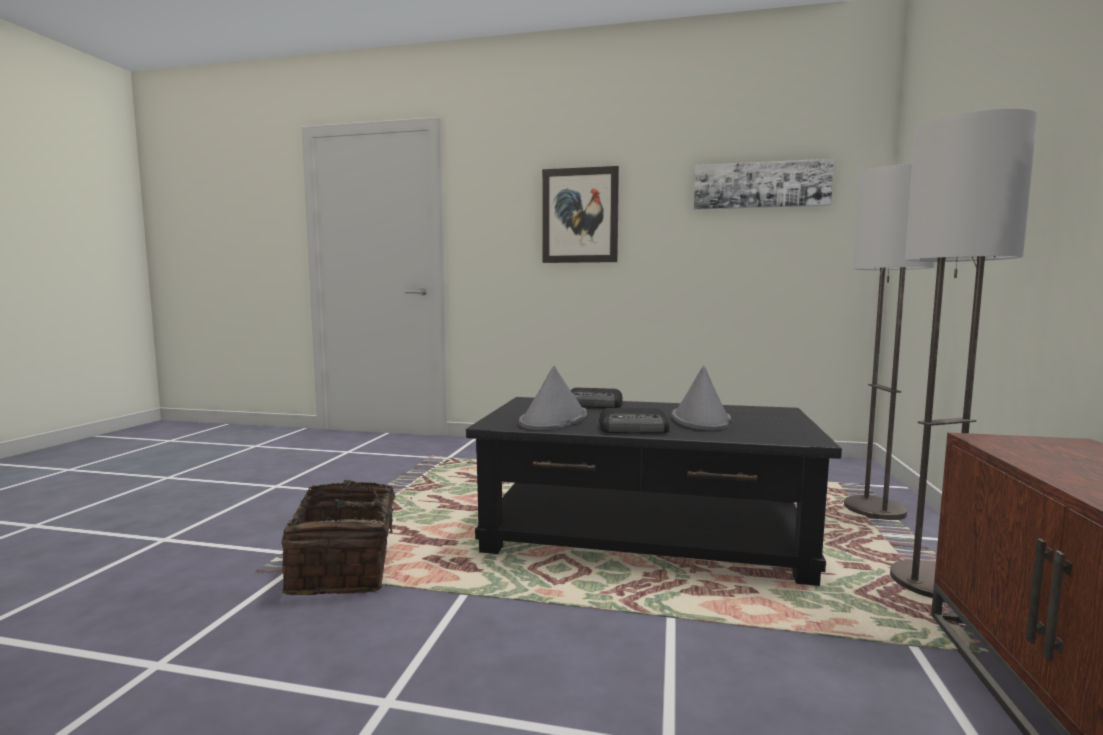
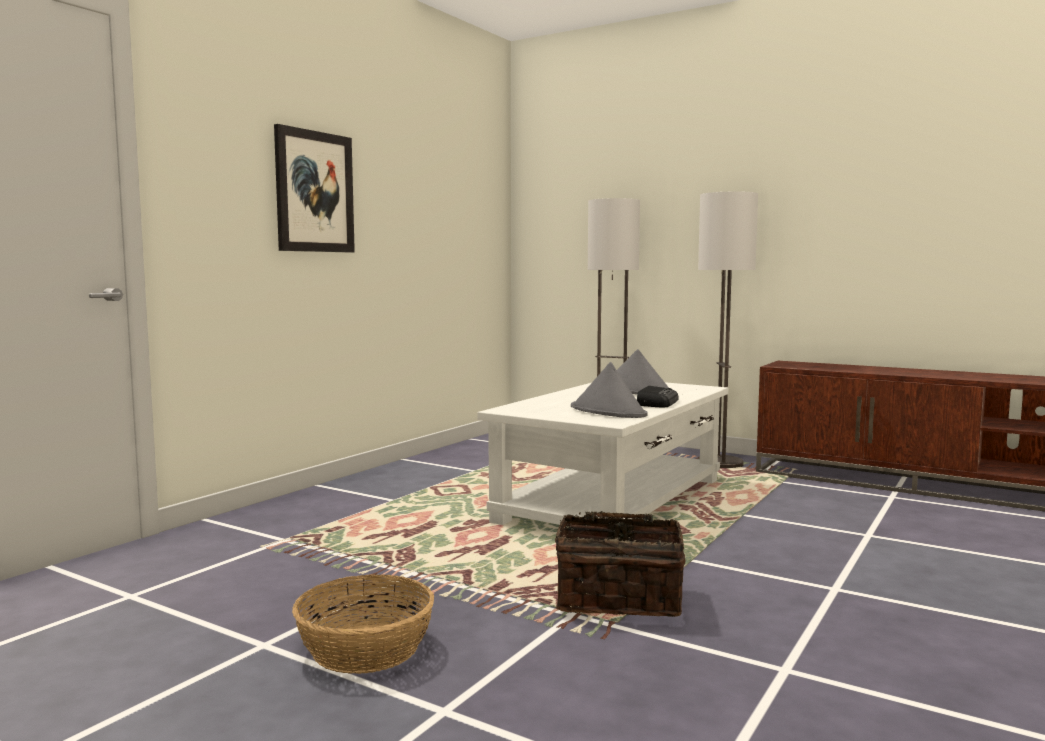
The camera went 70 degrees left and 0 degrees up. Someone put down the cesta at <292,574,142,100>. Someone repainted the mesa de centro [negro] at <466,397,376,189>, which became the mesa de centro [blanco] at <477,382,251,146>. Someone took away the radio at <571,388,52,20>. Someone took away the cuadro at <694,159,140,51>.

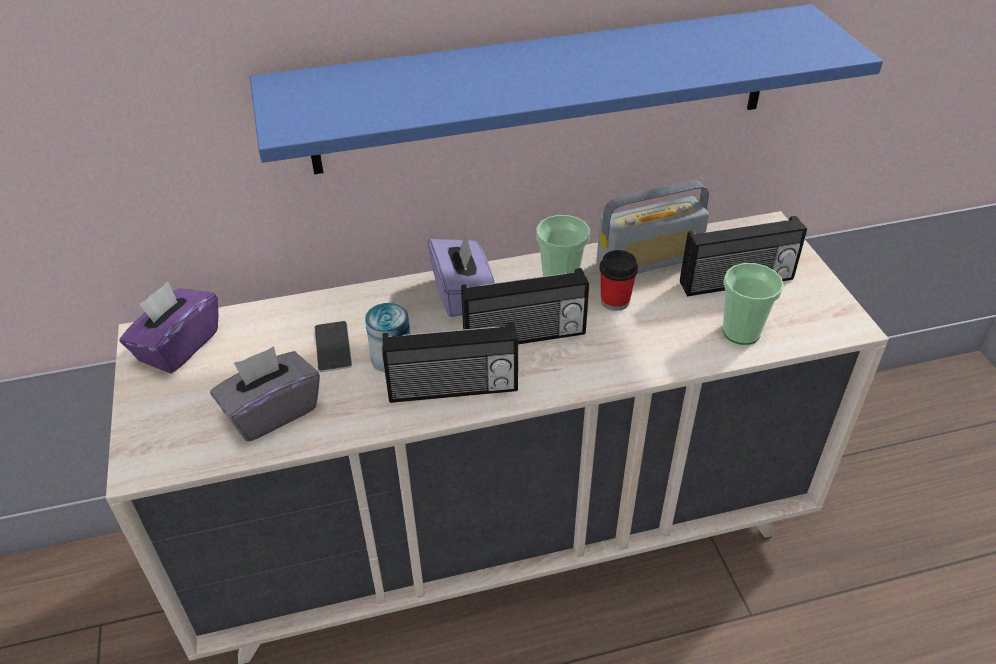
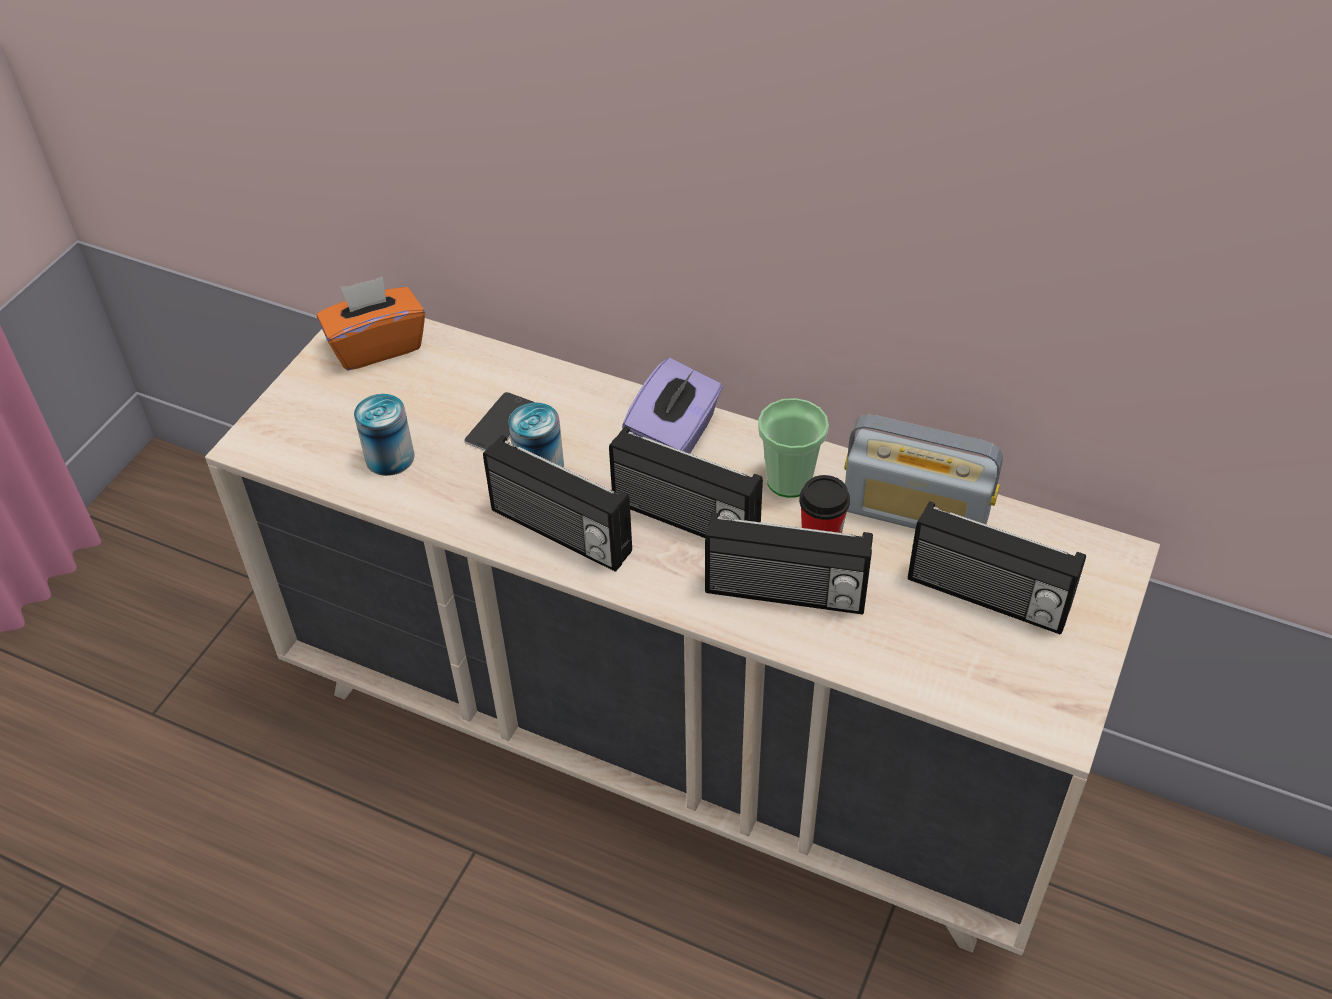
The camera went 40 degrees right and 5 degrees up. Someone repainted the caja de pañuelos [morado] at <119,282,99,92>, which became the caja de pañuelos [naranja] at <317,277,108,93>. Someone swapped the caja de pañuelos [gris] at <210,346,110,96> for the lata at <354,394,60,82>. Someone put down the radio at <705,512,168,103>. Someone took away the estante [azul] at <250,4,633,170>. Someone took away the taza at <723,263,61,82>.

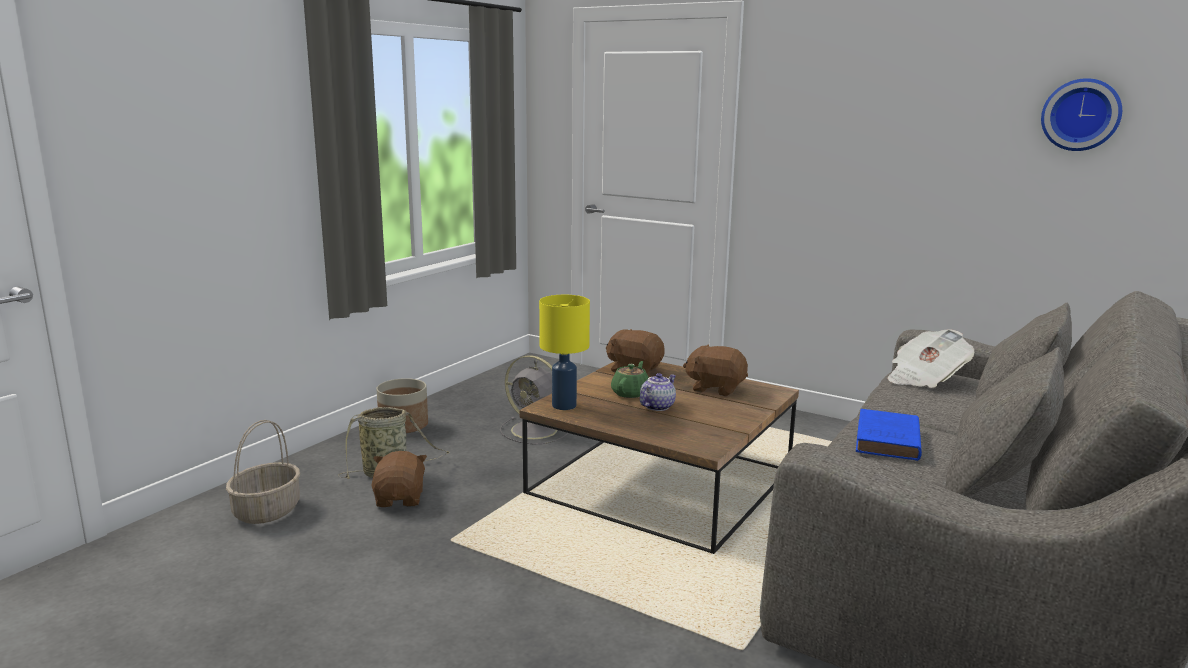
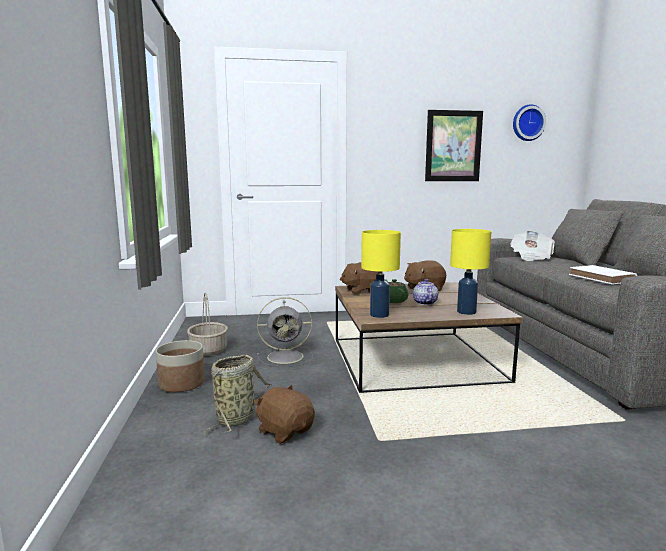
The camera went 40 degrees left and 5 degrees down. Someone carried the cesta from <226,420,74,104> to <187,293,41,63>. Someone put up the cuadro at <425,110,58,71>. Someone put down the lámpara de mesa [amarillo] at <450,229,41,86>. Someone repainted the libro [azul] at <856,409,66,52>, which became the libro [blanco] at <569,265,68,19>.

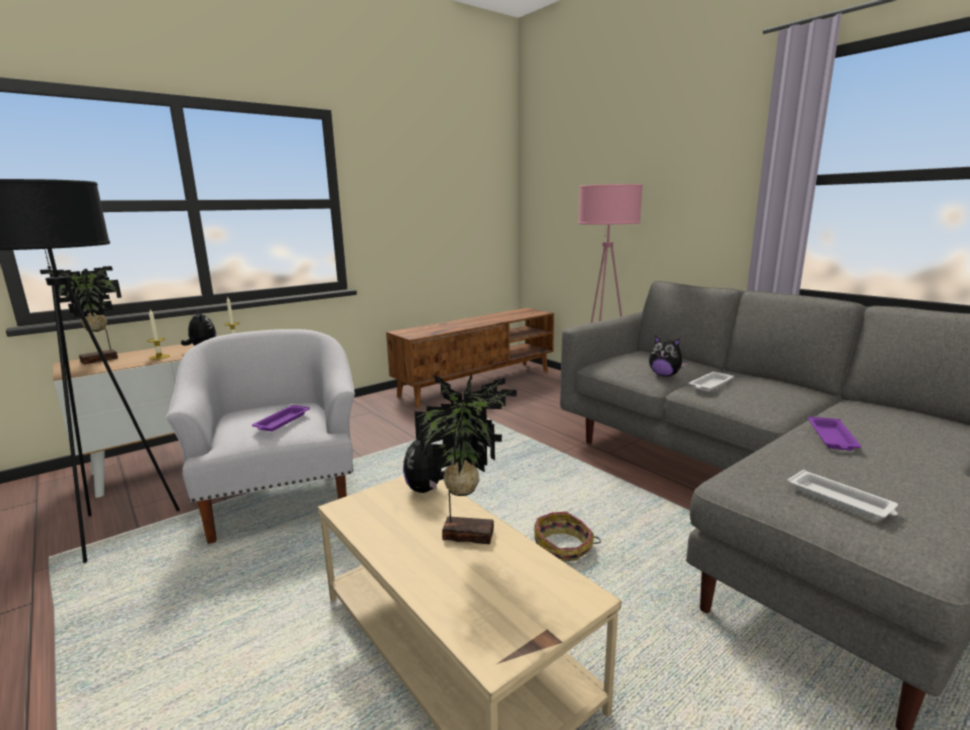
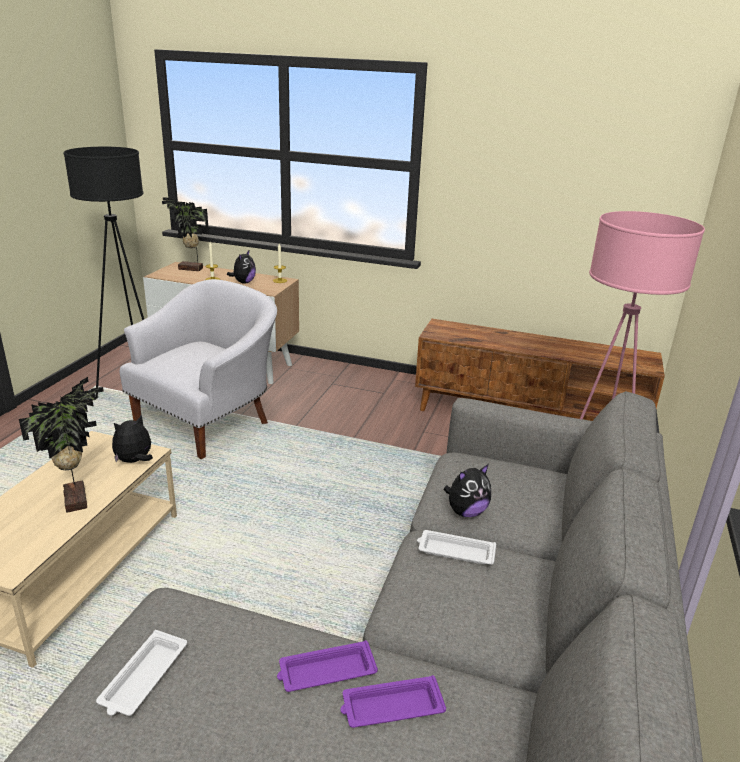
The camera went 55 degrees right and 10 degrees up. Someone carried the bandeja [morado] from <252,405,58,26> to <340,675,106,53>. Someone rotated the peluche at <649,335,38,42> by 120 degrees counterclockwise. Someone took away the cesta at <534,512,67,49>.

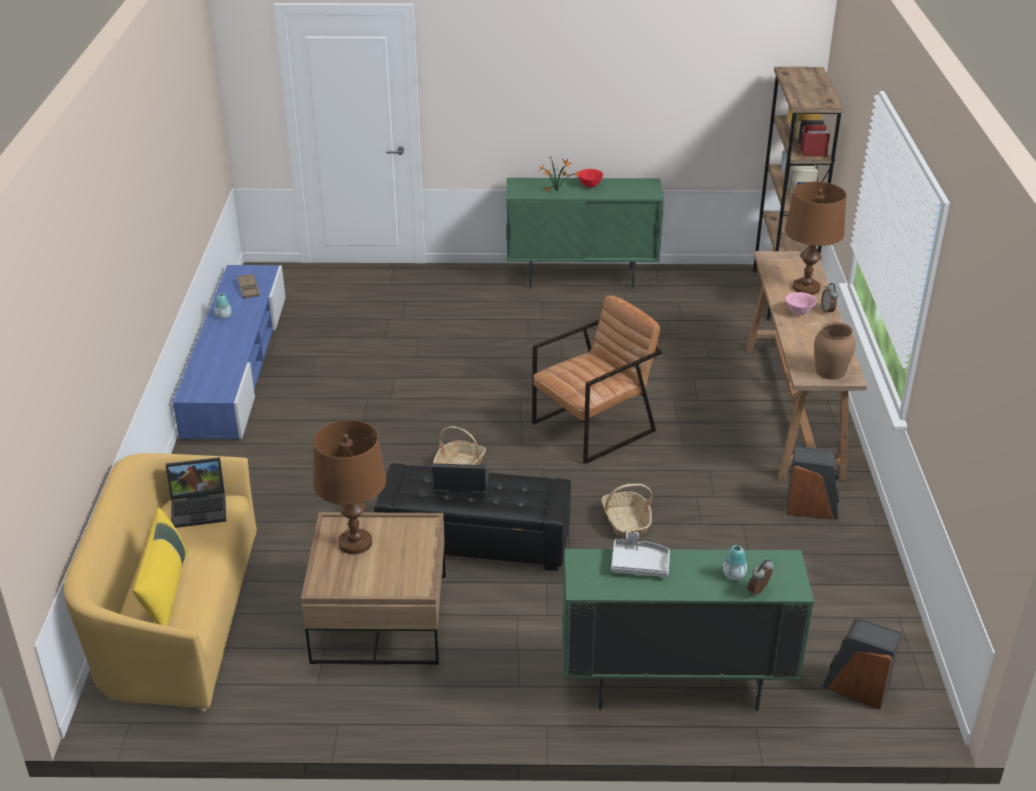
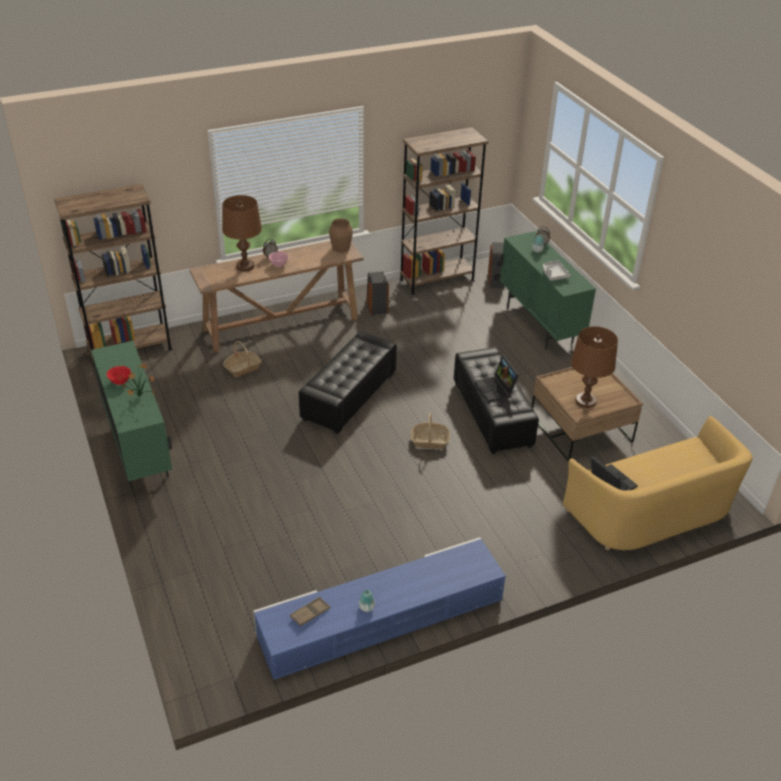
The camera went 115 degrees left and 5 degrees up. Someone carried the cesta from <601,484,51,53> to <223,341,39,37>. Someone swapped the sillón [marrón] at <532,296,131,168> for the puf [negro] at <299,331,98,103>. Someone put down the estantería [marrón] at <400,127,88,168>. Someone took away the cojín [amarillo] at <133,508,54,118>.

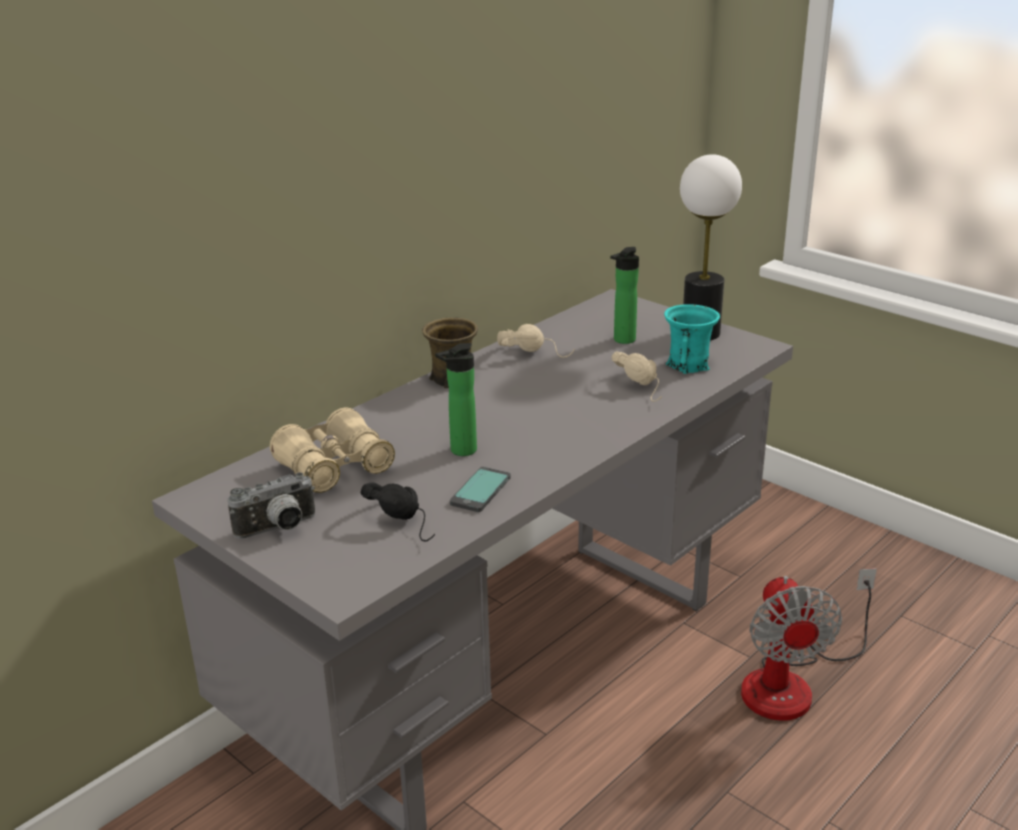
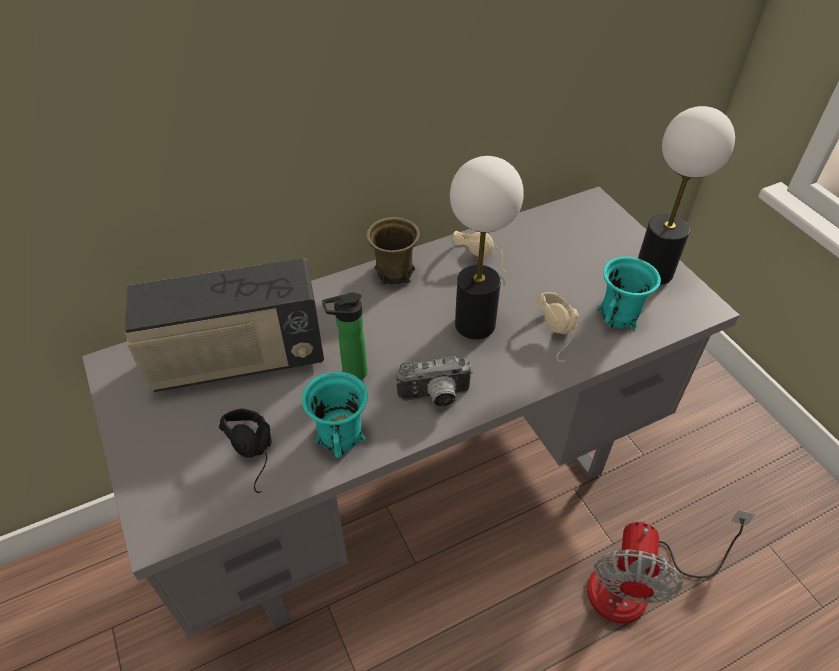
The camera went 20 degrees right and 20 degrees up. Someone swapped the prismáticos [beis] at <270,408,125,85> for the radio at <125,258,199,134>. Someone swapped the móvil at <450,467,61,45> for the taza grande [turquesa] at <302,372,66,86>. Someone carried the cámara from <228,472,87,67> to <396,356,77,52>. Someone put down the lámpara de mesa at <450,156,74,183>. Someone took away the botella at <610,247,29,97>.

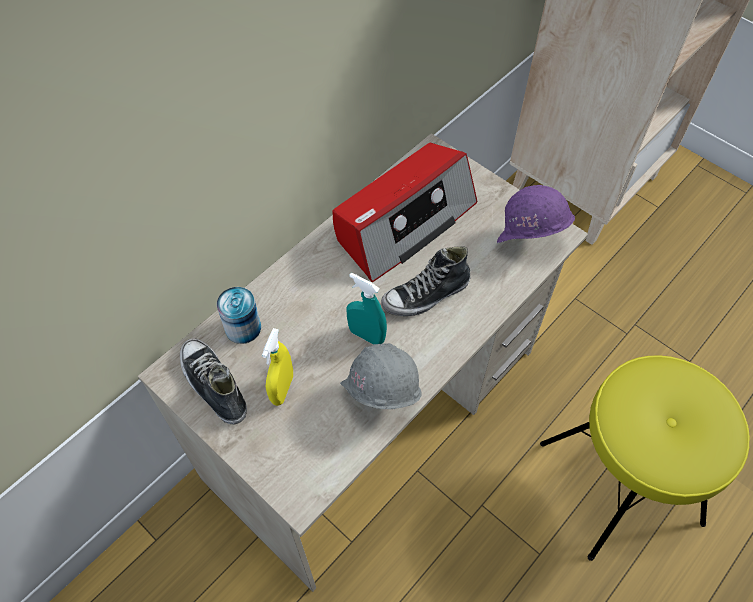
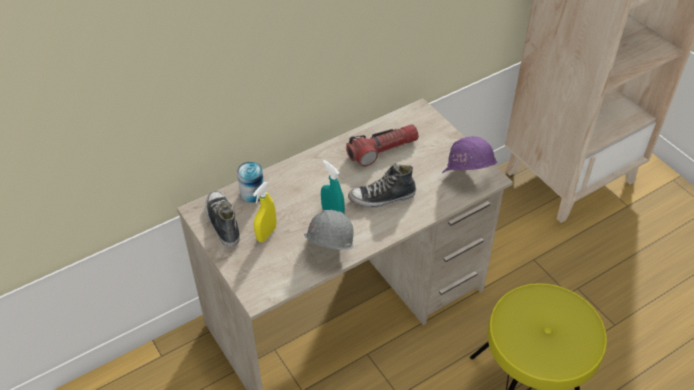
The camera went 15 degrees right and 10 degrees down. Someone swapped the radio at <332,143,145,139> for the linterna at <346,124,73,43>.

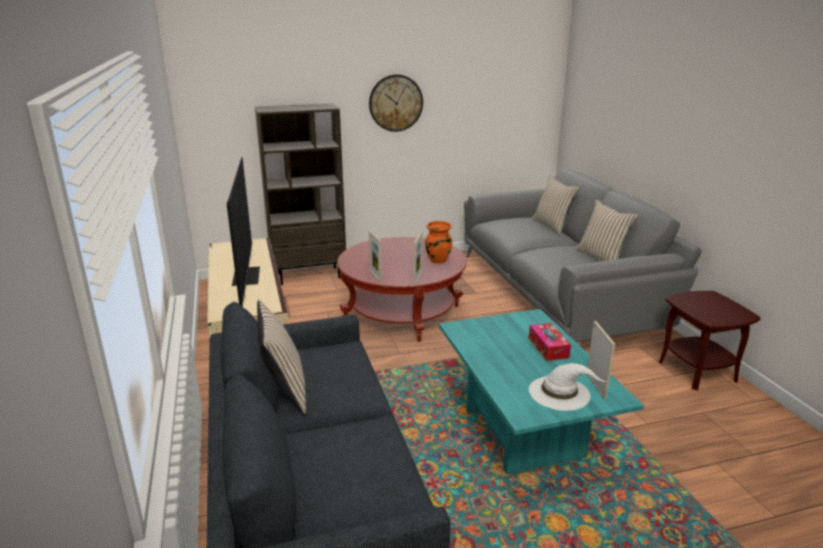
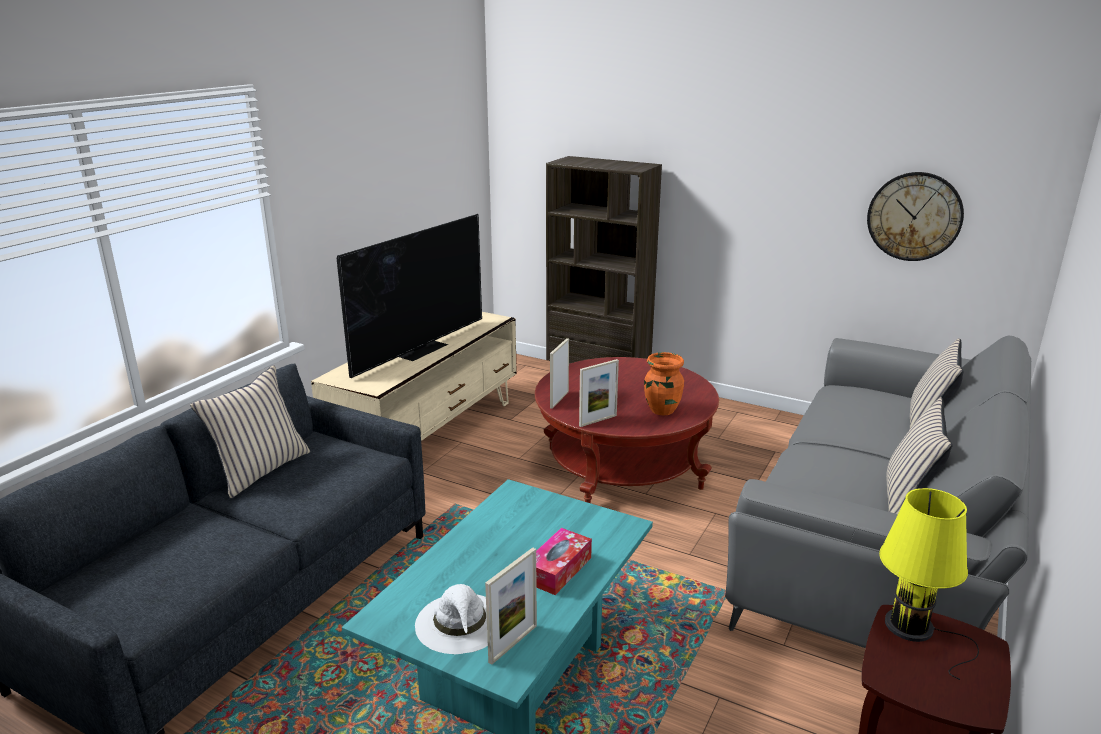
The camera went 45 degrees right and 0 degrees up. Someone carried the reloj de pared from <369,74,54,58> to <867,172,97,89>. Someone put down the lámpara de mesa [amarillo] at <879,488,100,192>.

